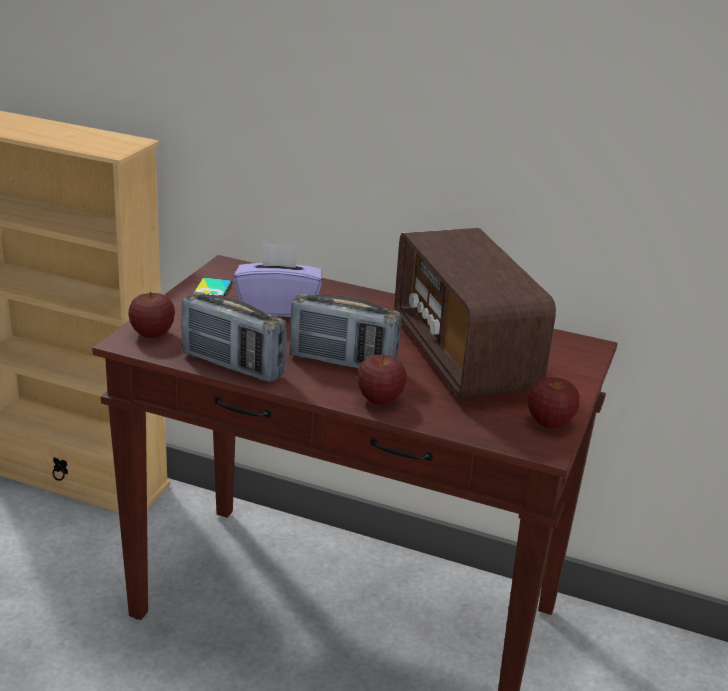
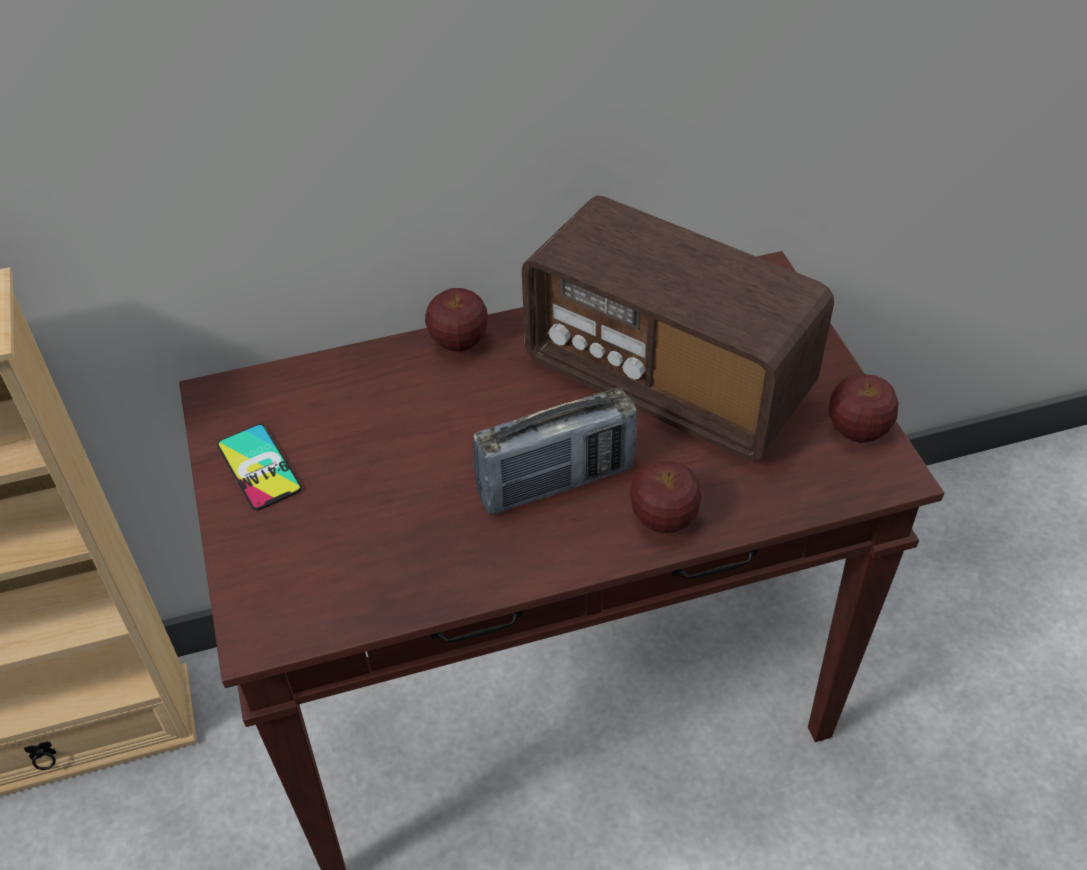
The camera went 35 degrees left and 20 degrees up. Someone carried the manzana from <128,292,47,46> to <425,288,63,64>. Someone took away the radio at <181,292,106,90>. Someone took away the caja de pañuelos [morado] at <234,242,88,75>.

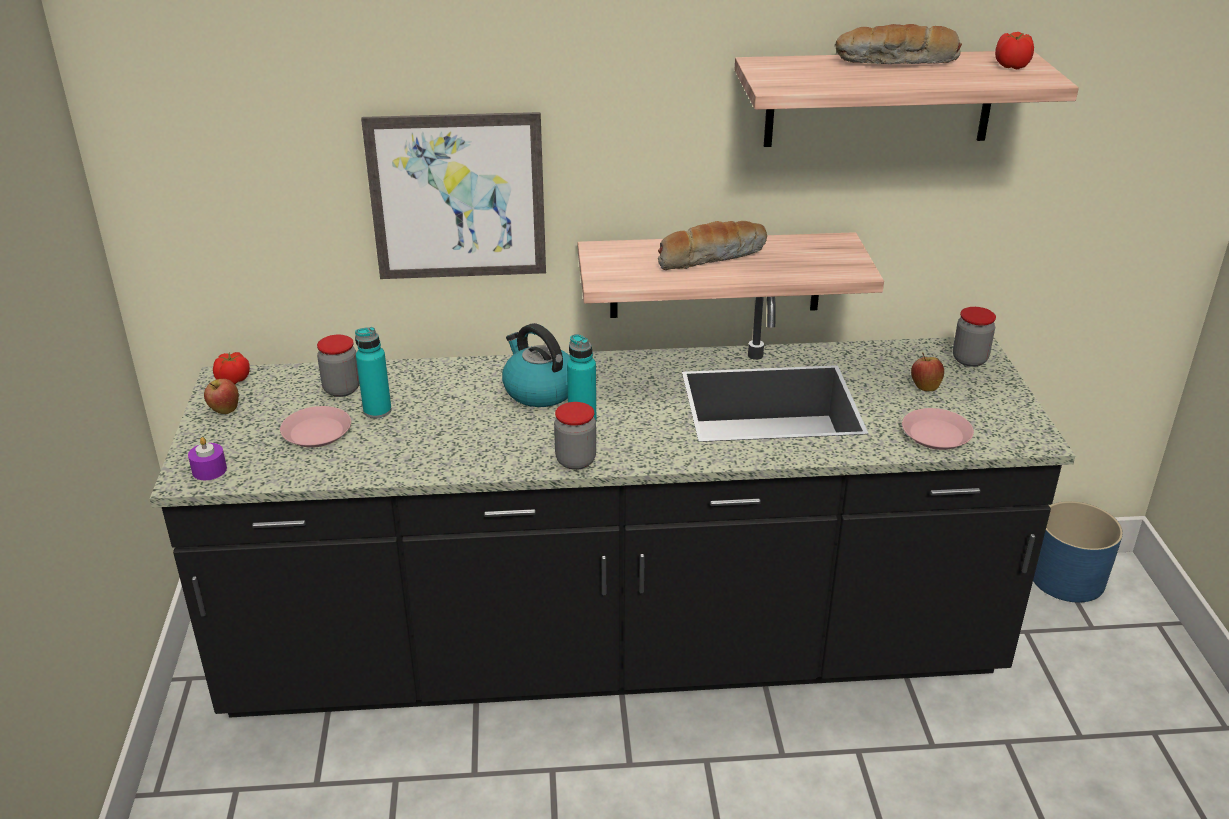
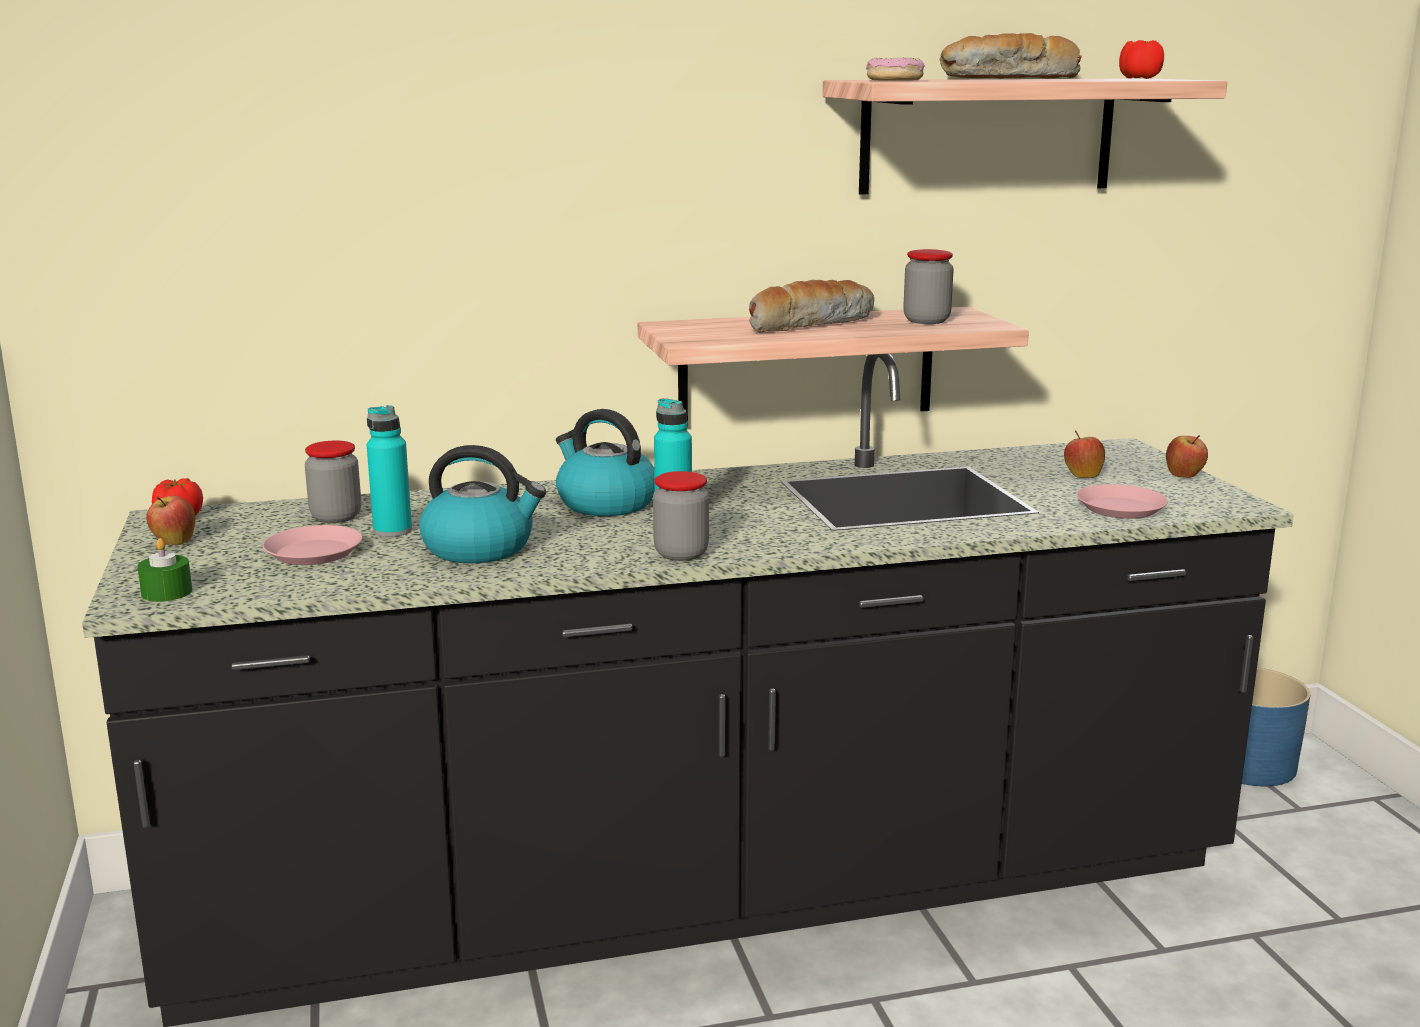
The camera went 10 degrees left and 15 degrees down. Someone repainted the vela [morado] at <188,437,39,43>, which became the vela [verde] at <137,538,55,64>. Someone put down the hervidor at <419,445,127,118>. Someone put down the rosquilla at <866,58,59,23>. Someone carried the tarro from <953,307,43,60> to <903,249,51,75>. Someone put down the manzana at <1166,435,42,43>. Someone took away the cuadro at <361,112,185,167>.

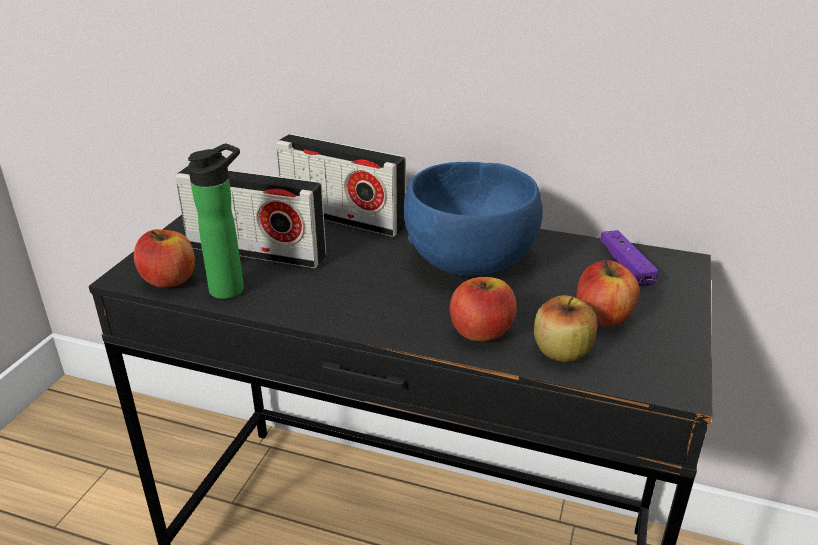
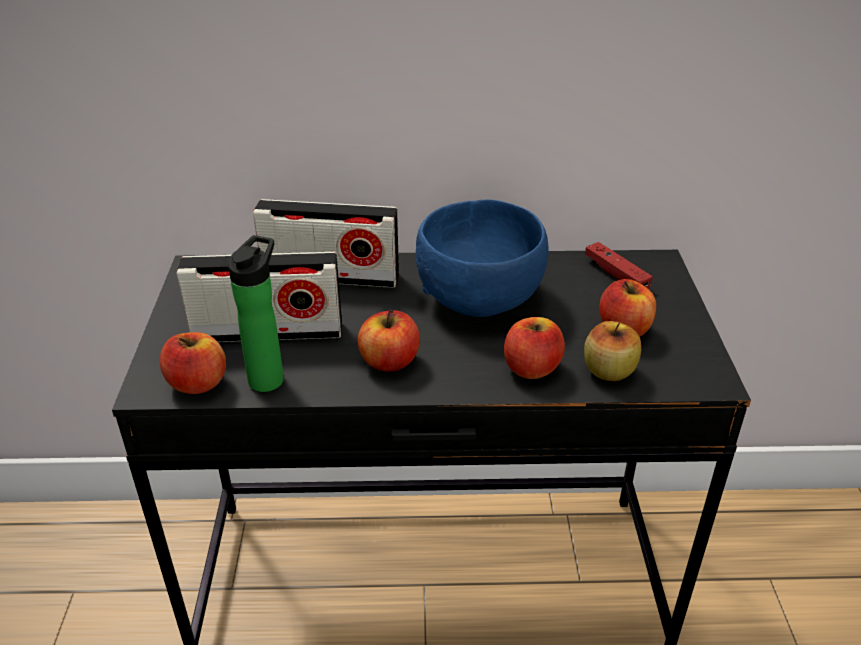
The camera went 20 degrees left and 5 degrees up. Someone put down the manzana at <358,309,62,63>. Someone repainted the mando de consola [morado] at <600,230,59,57>, which became the mando de consola [rojo] at <585,242,68,47>.

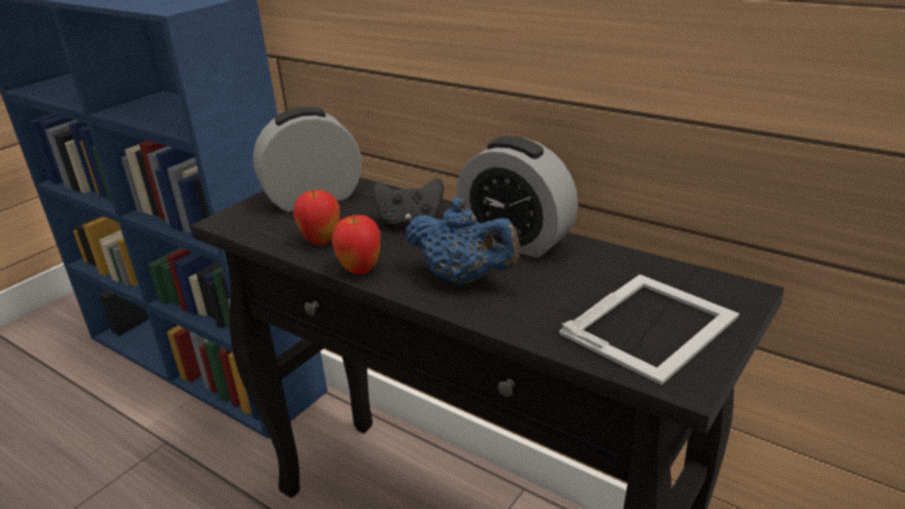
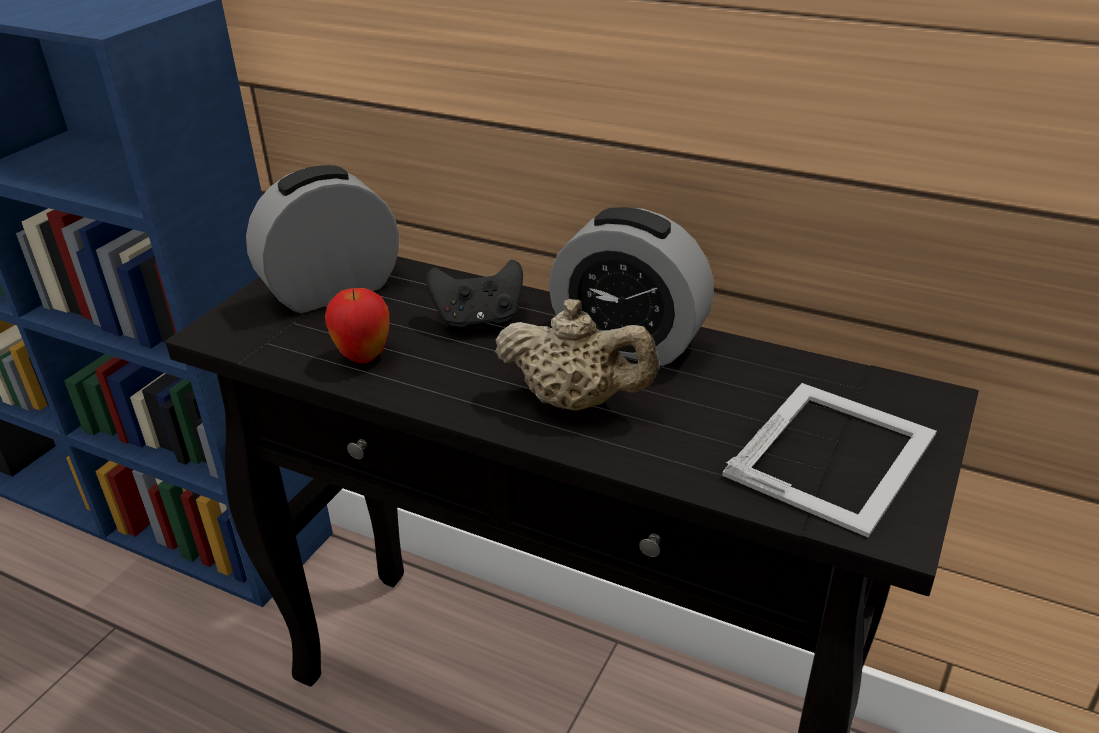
The camera went 10 degrees left and 5 degrees up. Someone repainted the tetera [azul] at <405,198,115,86>, which became the tetera [beis] at <495,299,164,112>. Someone took away the manzana at <331,215,49,60>.

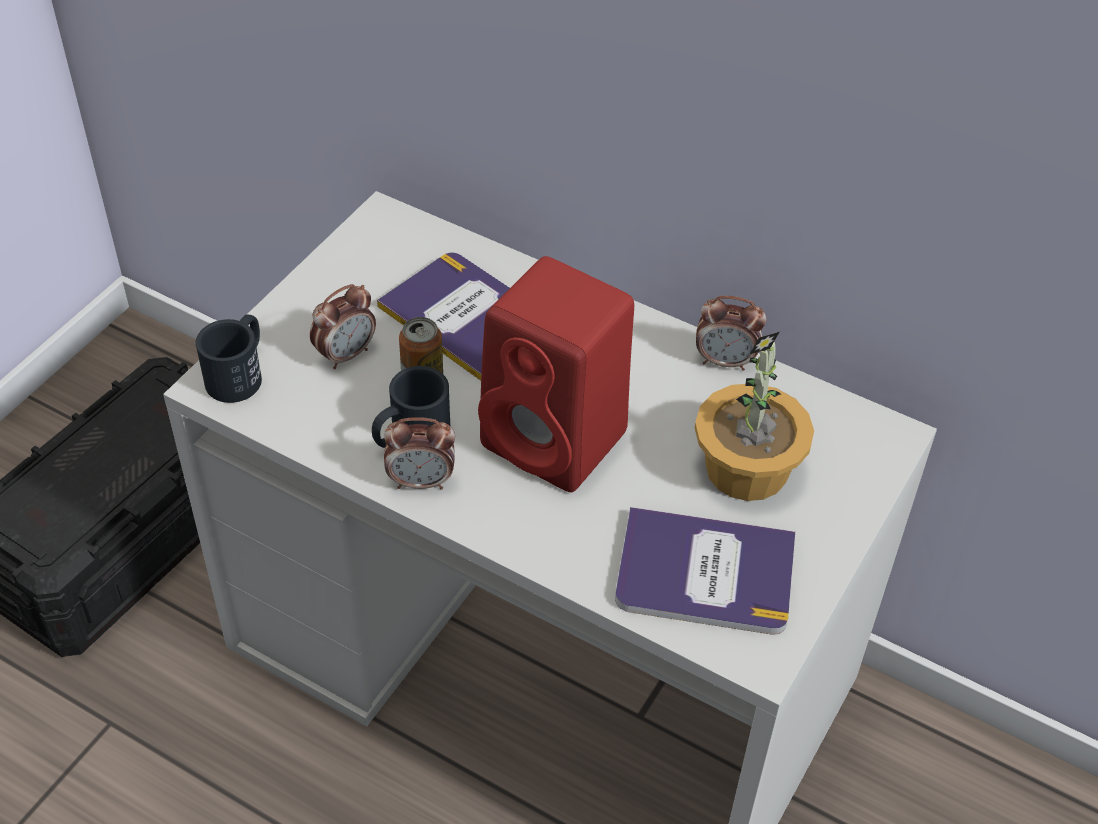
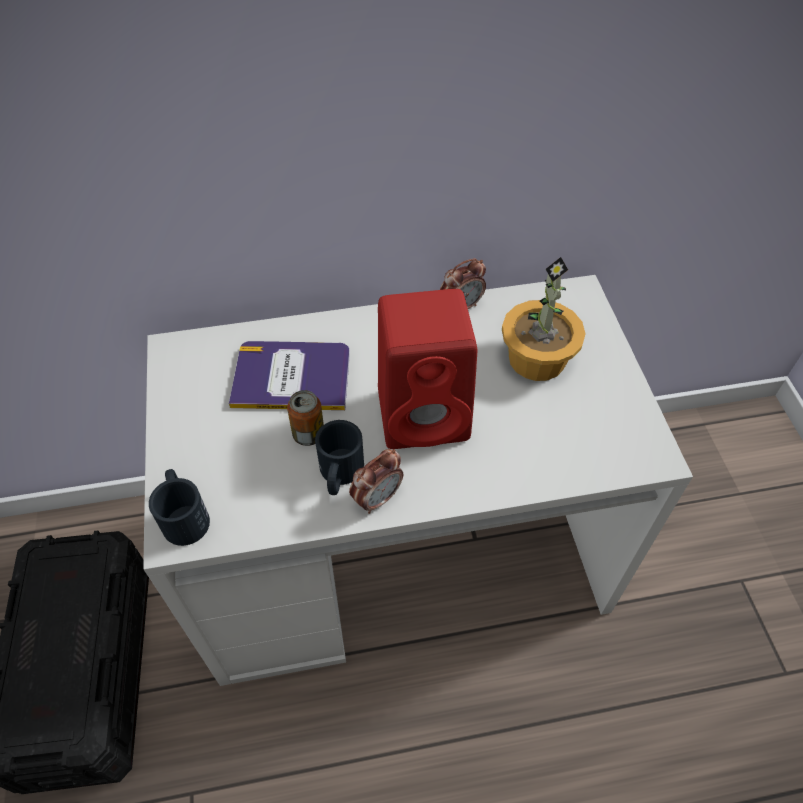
The camera went 40 degrees left and 5 degrees up. Someone took away the despertador at <310,284,66,85>. Someone took away the libro at <615,507,180,127>.

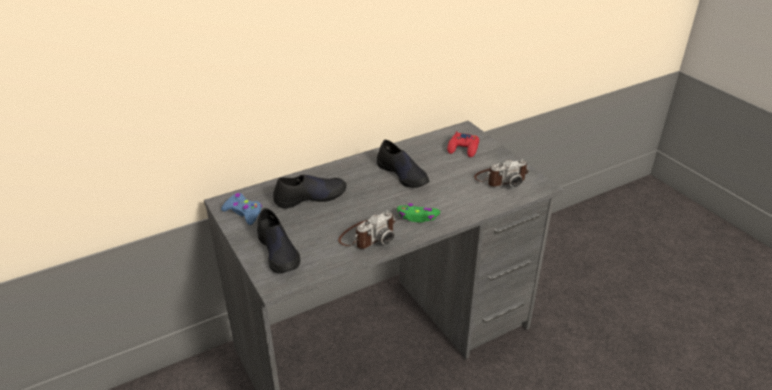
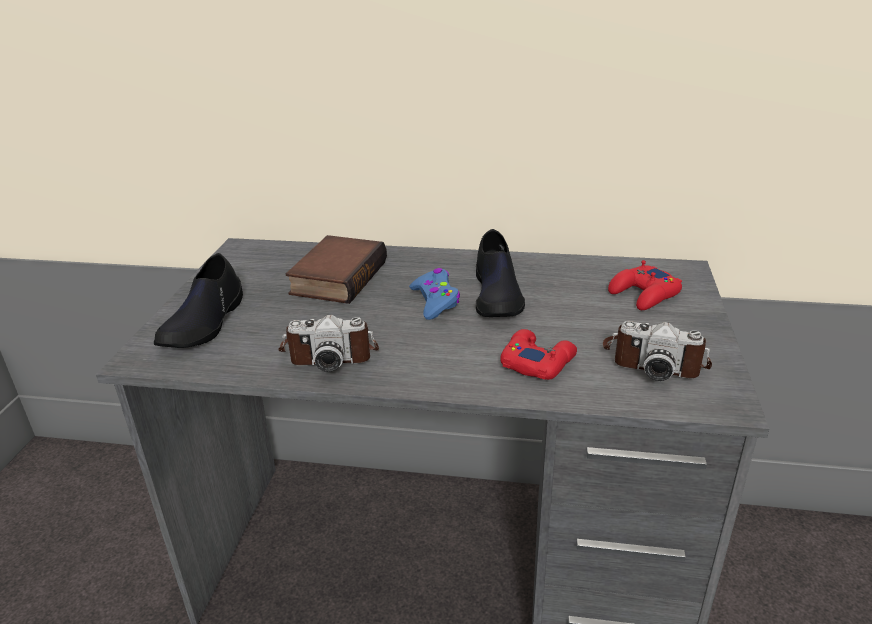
The camera went 40 degrees right and 5 degrees down. Someone swapped the zapato [negro] at <273,175,74,34> for the libro at <286,235,101,69>. Someone carried the mando de consola [azul] from <221,193,41,32> to <409,268,51,52>. Someone put down the mando de consola [rojo] at <500,329,77,51>. Someone took away the mando de consola [verde] at <397,203,43,19>.

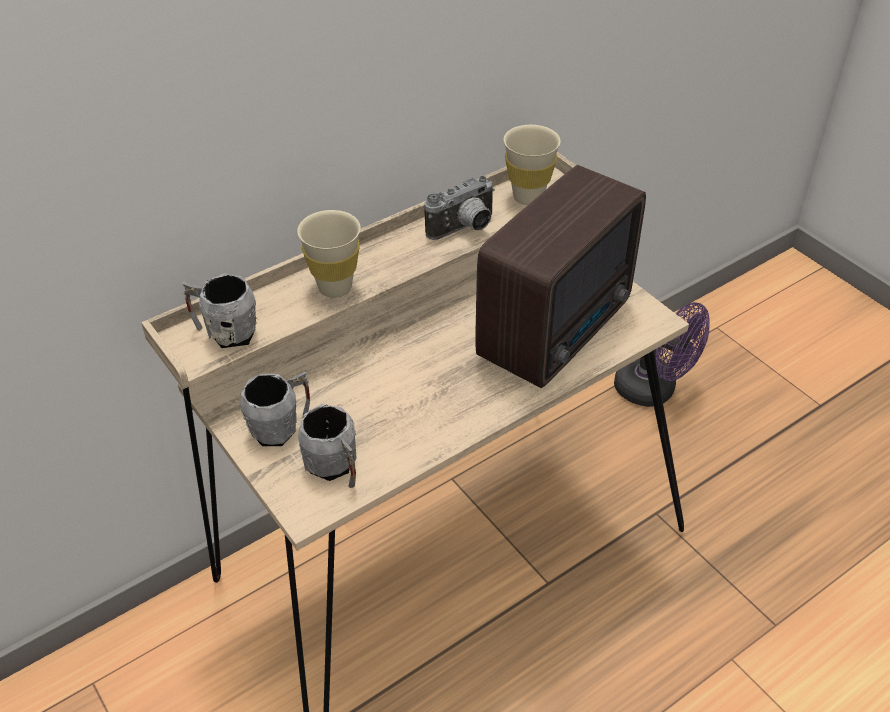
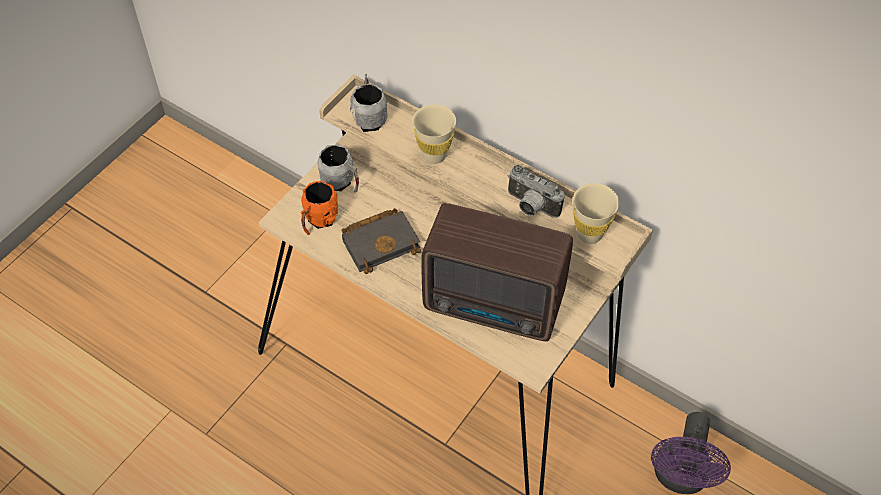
The camera went 70 degrees right and 10 degrees up. Someone repainted the taza grande [gris] at <298,404,59,84>, which became the taza grande [naranja] at <300,181,38,54>. Someone put down the libro [negro] at <341,208,80,66>.

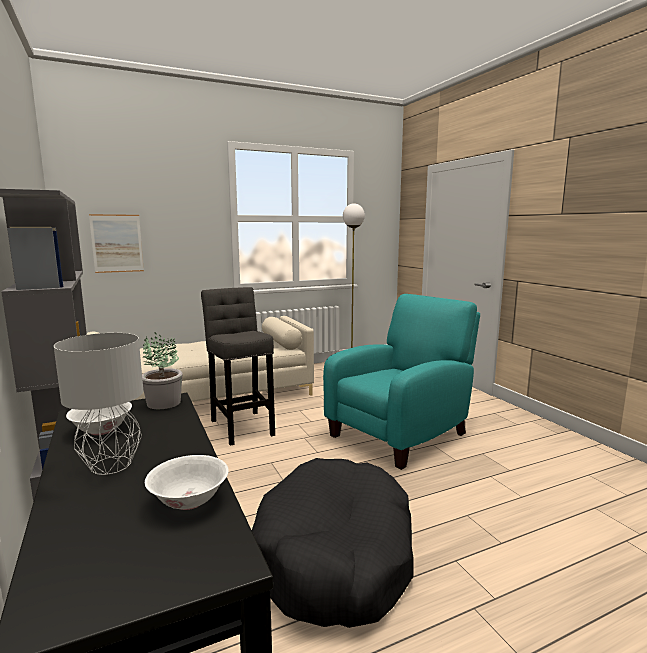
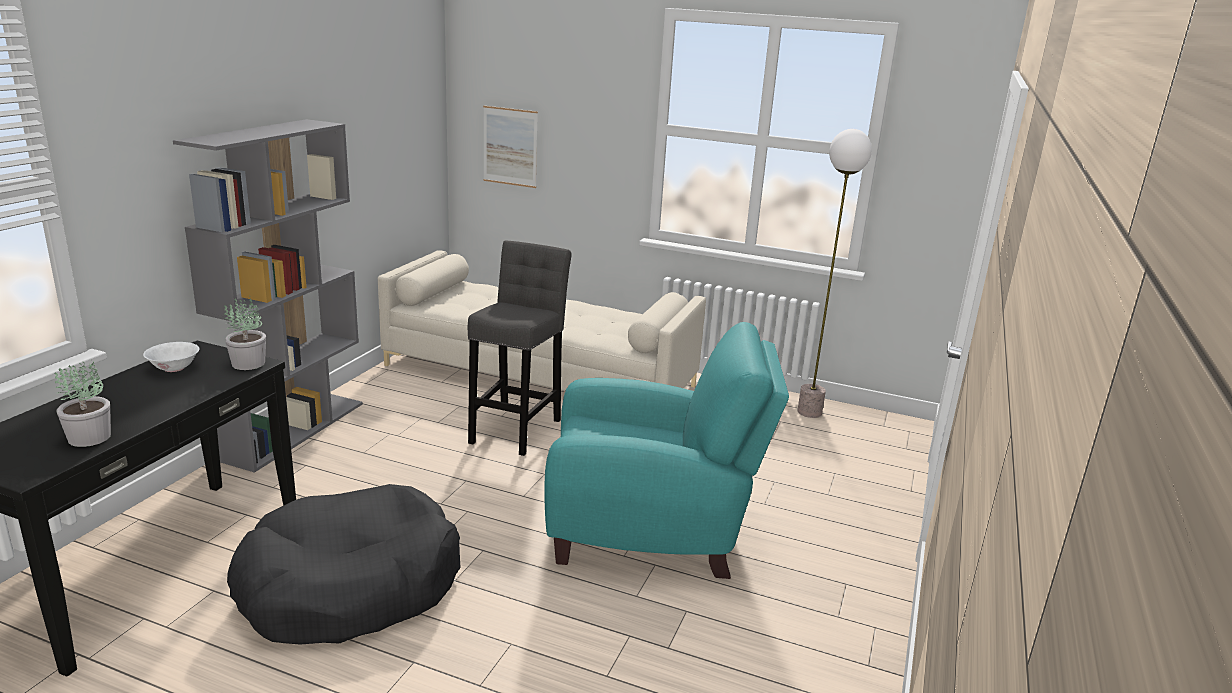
The camera went 45 degrees right and 10 degrees up. Someone swapped the cuenco [blanco] at <145,455,84,55> for the planta en maceta at <54,362,57,85>. Someone took away the lámpara de mesa [gris] at <54,333,89,142>.

